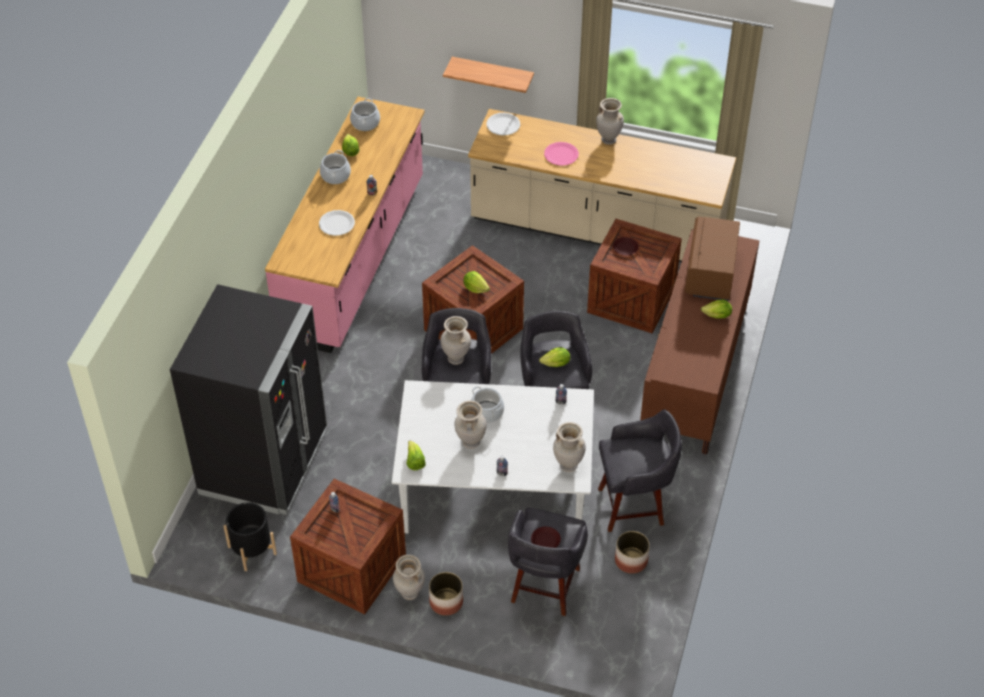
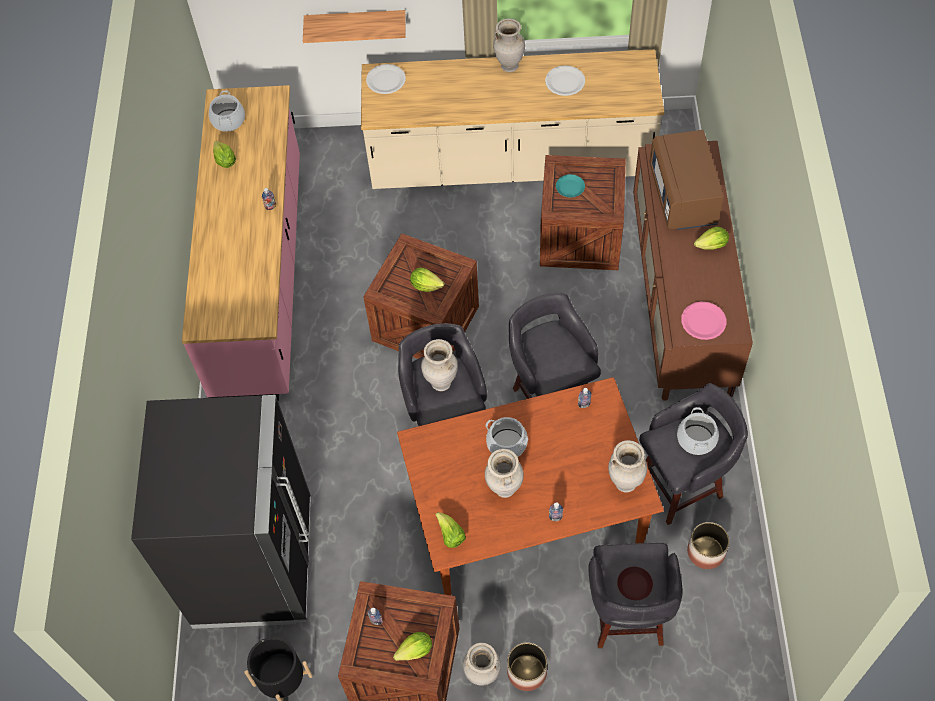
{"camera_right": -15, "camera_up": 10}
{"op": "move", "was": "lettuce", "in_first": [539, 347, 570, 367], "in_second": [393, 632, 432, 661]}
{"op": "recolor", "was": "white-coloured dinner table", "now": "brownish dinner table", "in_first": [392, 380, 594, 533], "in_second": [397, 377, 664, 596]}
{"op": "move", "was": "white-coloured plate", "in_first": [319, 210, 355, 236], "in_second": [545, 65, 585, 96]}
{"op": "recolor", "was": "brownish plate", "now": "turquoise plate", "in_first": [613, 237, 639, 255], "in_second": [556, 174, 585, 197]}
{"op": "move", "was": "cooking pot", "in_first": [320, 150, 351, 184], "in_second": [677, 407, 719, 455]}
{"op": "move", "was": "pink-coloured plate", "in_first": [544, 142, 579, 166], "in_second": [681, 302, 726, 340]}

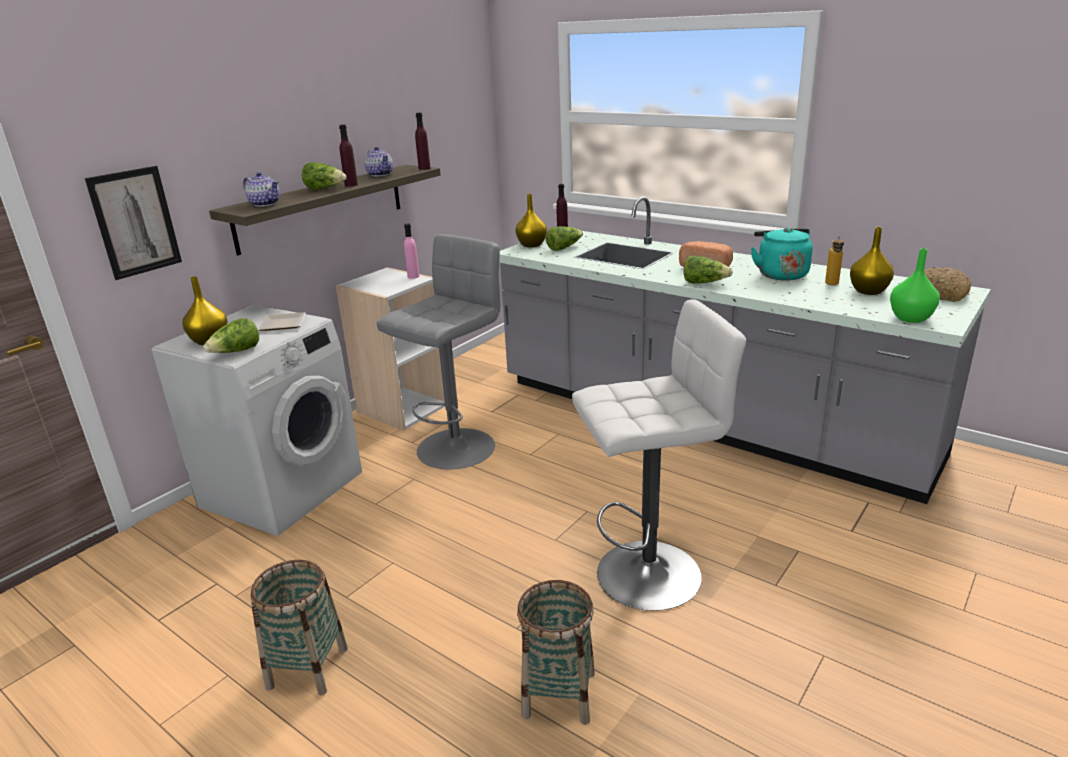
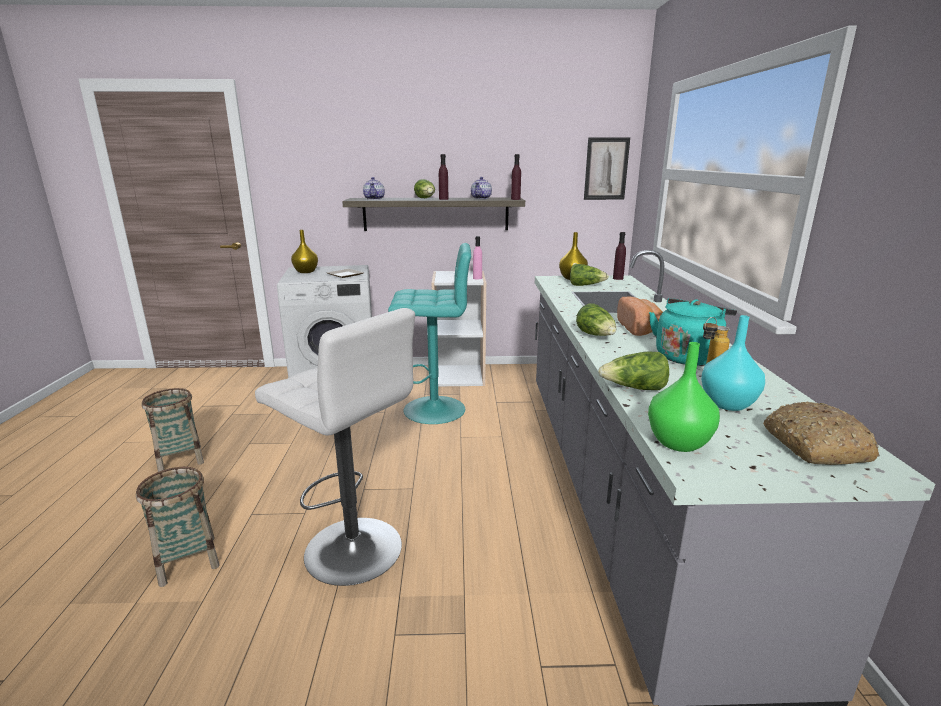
{"camera_right": 50, "camera_up": -5}
{"op": "recolor", "was": "grey stool", "now": "turquoise stool", "in_first": [377, 234, 501, 469], "in_second": [388, 243, 471, 424]}
{"op": "move", "was": "wall picture", "in_first": [85, 166, 182, 280], "in_second": [584, 138, 630, 200]}
{"op": "move", "was": "lettuce", "in_first": [203, 318, 259, 353], "in_second": [598, 351, 669, 390]}
{"op": "recolor", "was": "yellowish vase", "now": "turquoise vase", "in_first": [850, 227, 894, 295], "in_second": [701, 315, 765, 411]}

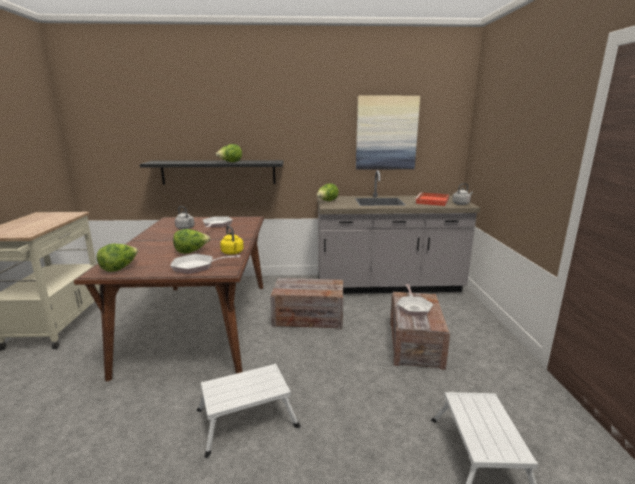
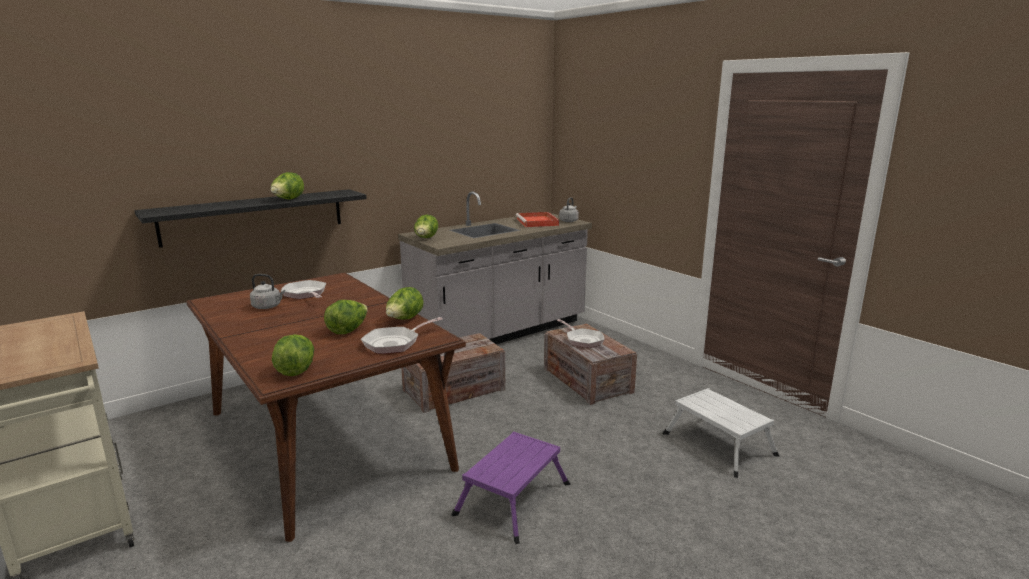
{"camera_right": -35, "camera_up": 0}
{"op": "replace", "was": "yellowish tea kettle", "now": "lettuce", "in_first": [220, 225, 244, 254], "in_second": [386, 287, 423, 319]}
{"op": "recolor", "was": "white-coloured step stool", "now": "purple-coloured step stool", "in_first": [196, 363, 300, 458], "in_second": [451, 431, 571, 544]}
{"op": "delete", "was": "wall picture", "in_first": [356, 96, 420, 169]}

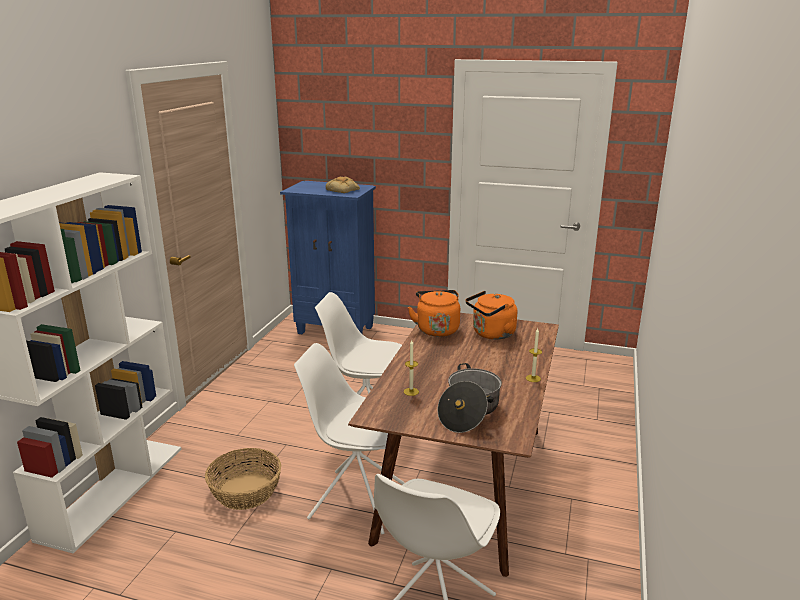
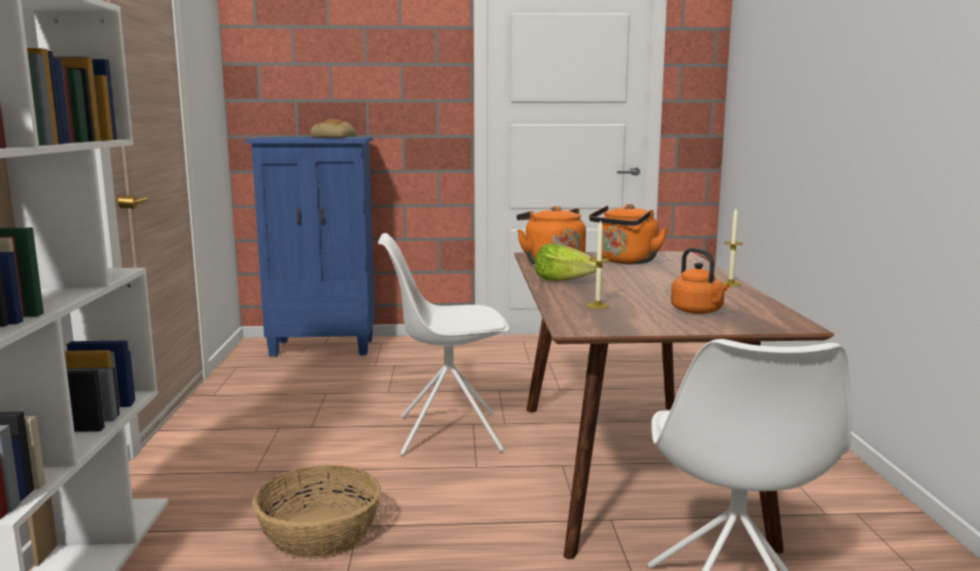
{"camera_right": -20, "camera_up": -10}
{"op": "insert", "now": "lettuce", "in_second": [535, 244, 596, 281]}
{"op": "replace", "was": "cooking pot", "now": "orangey tea kettle", "in_first": [438, 363, 502, 433], "in_second": [671, 248, 730, 314]}
{"op": "delete", "was": "white-coloured chair", "in_first": [294, 343, 405, 534]}

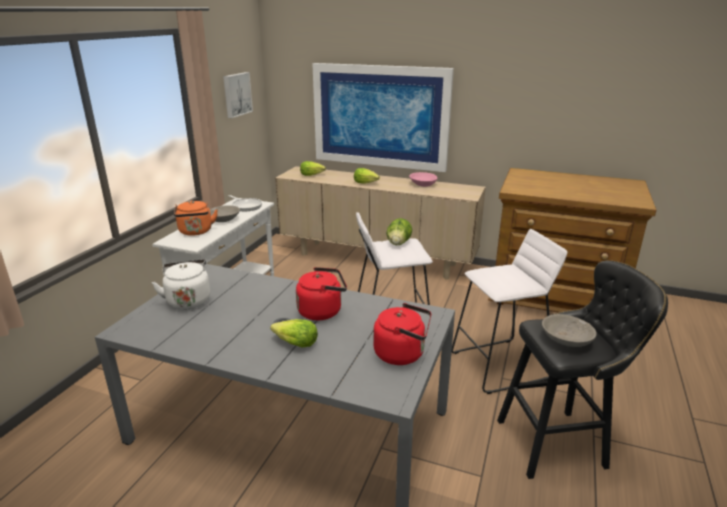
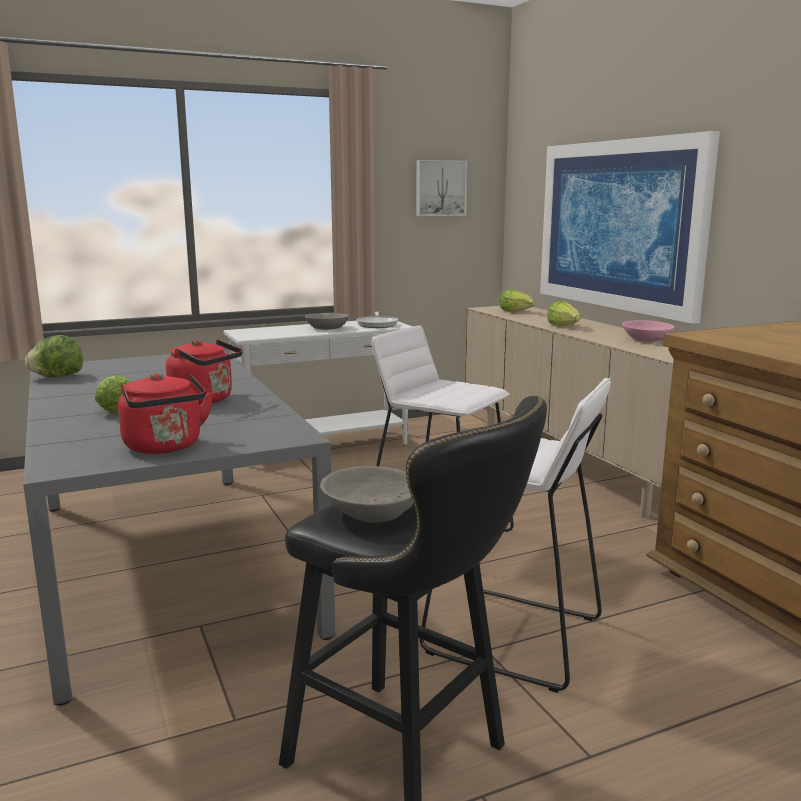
{"camera_right": 45, "camera_up": -10}
{"op": "move", "was": "lettuce", "in_first": [386, 218, 412, 245], "in_second": [25, 335, 83, 377]}
{"op": "delete", "was": "white-coloured tea kettle", "in_first": [152, 259, 210, 310]}
{"op": "delete", "was": "orangey tea kettle", "in_first": [174, 200, 218, 236]}

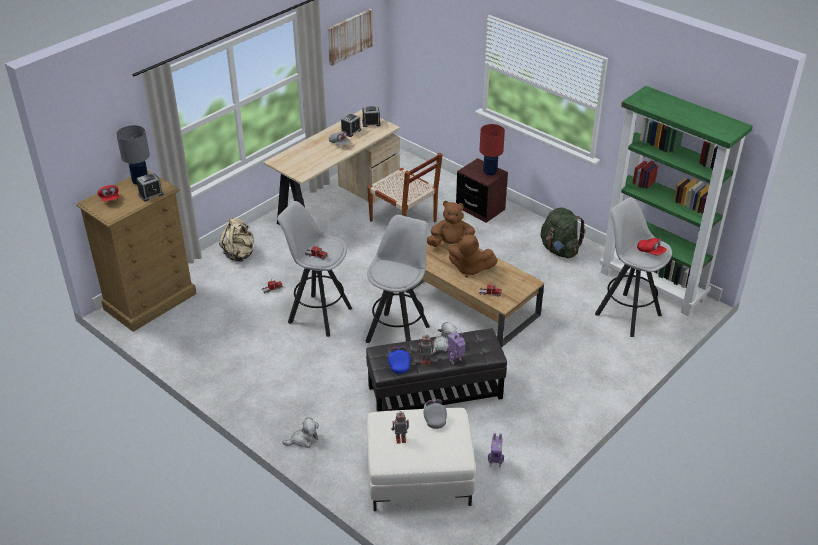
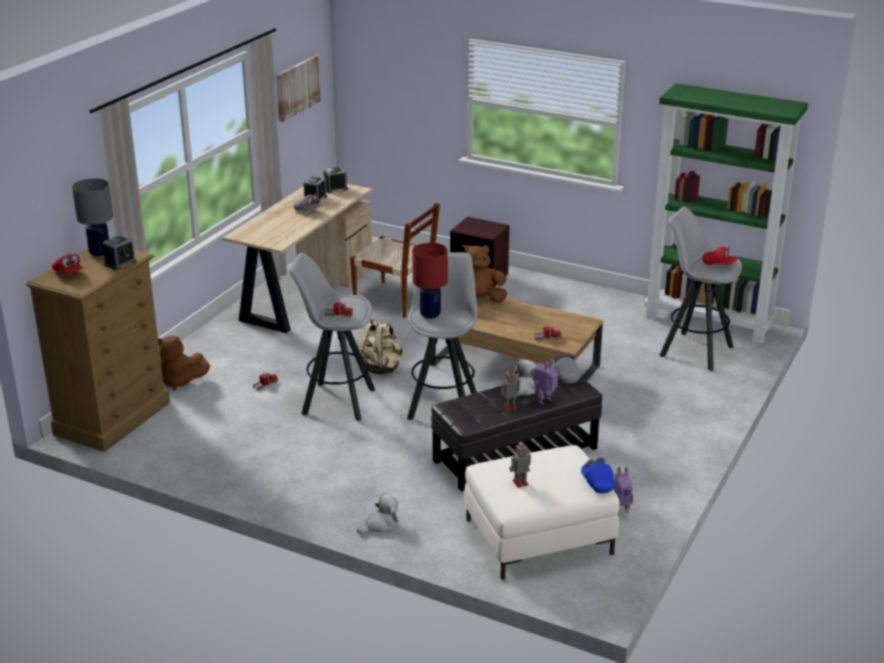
{"camera_right": -15, "camera_up": -10}
{"op": "move", "was": "brownish soft toy", "in_first": [448, 234, 498, 278], "in_second": [158, 336, 210, 391]}
{"op": "move", "was": "beige-coloured rucksack", "in_first": [219, 218, 254, 262], "in_second": [358, 318, 403, 374]}
{"op": "move", "was": "red-coloured table lamp", "in_first": [479, 124, 505, 175], "in_second": [412, 243, 448, 318]}
{"op": "move", "was": "grey peaked cap", "in_first": [424, 399, 447, 429], "in_second": [551, 353, 581, 384]}
{"op": "move", "was": "bluish peaked cap", "in_first": [388, 346, 410, 374], "in_second": [581, 457, 615, 493]}
{"op": "delete", "was": "green rucksack", "in_first": [540, 208, 585, 259]}

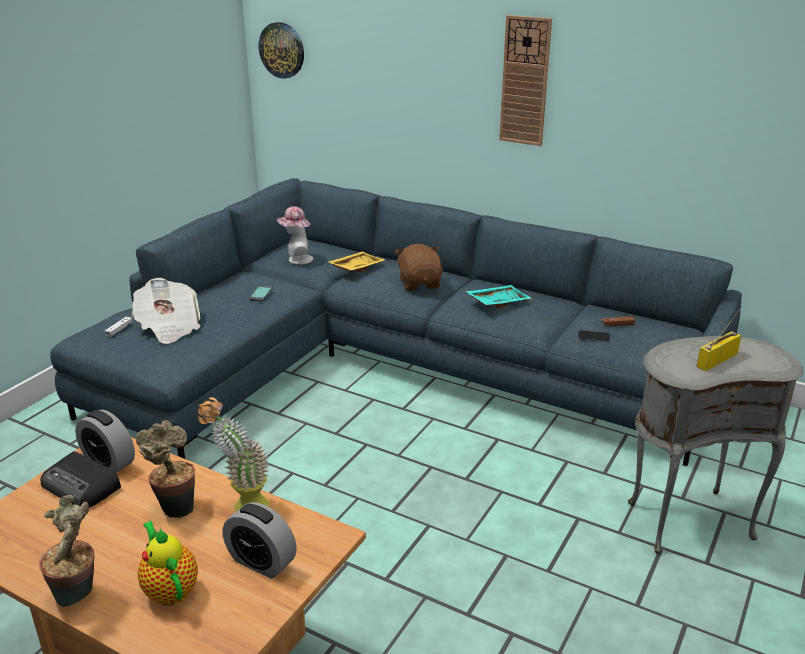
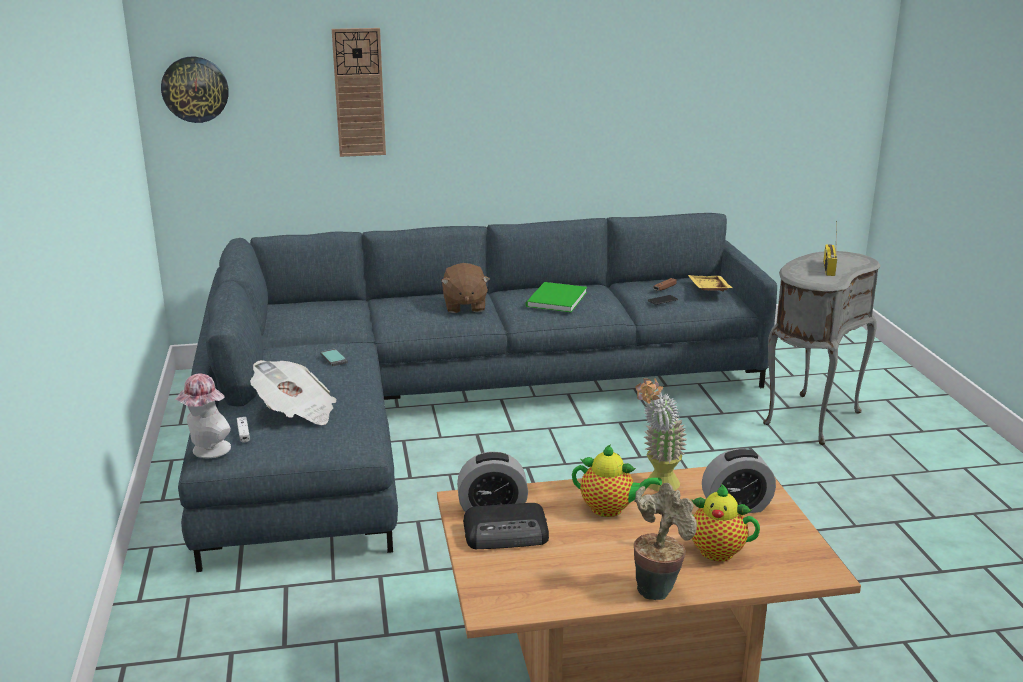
{"camera_right": -40, "camera_up": -5}
{"op": "move", "was": "wearable hat", "in_first": [277, 206, 313, 265], "in_second": [174, 374, 231, 458]}
{"op": "move", "was": "hanging clock", "in_first": [499, 15, 552, 146], "in_second": [332, 28, 386, 157]}
{"op": "rotate", "was": "brownish soft toy", "in_first": [395, 244, 443, 291], "in_second": [441, 263, 490, 313], "clockwise": -135}
{"op": "replace", "was": "turquoise serving tray", "now": "green volume", "in_first": [465, 285, 532, 308], "in_second": [526, 282, 587, 312]}
{"op": "replace", "was": "houseplant", "now": "pot for tea", "in_first": [136, 420, 195, 518], "in_second": [572, 444, 662, 517]}
{"op": "move", "was": "yellowish serving tray", "in_first": [328, 251, 385, 272], "in_second": [688, 275, 732, 291]}

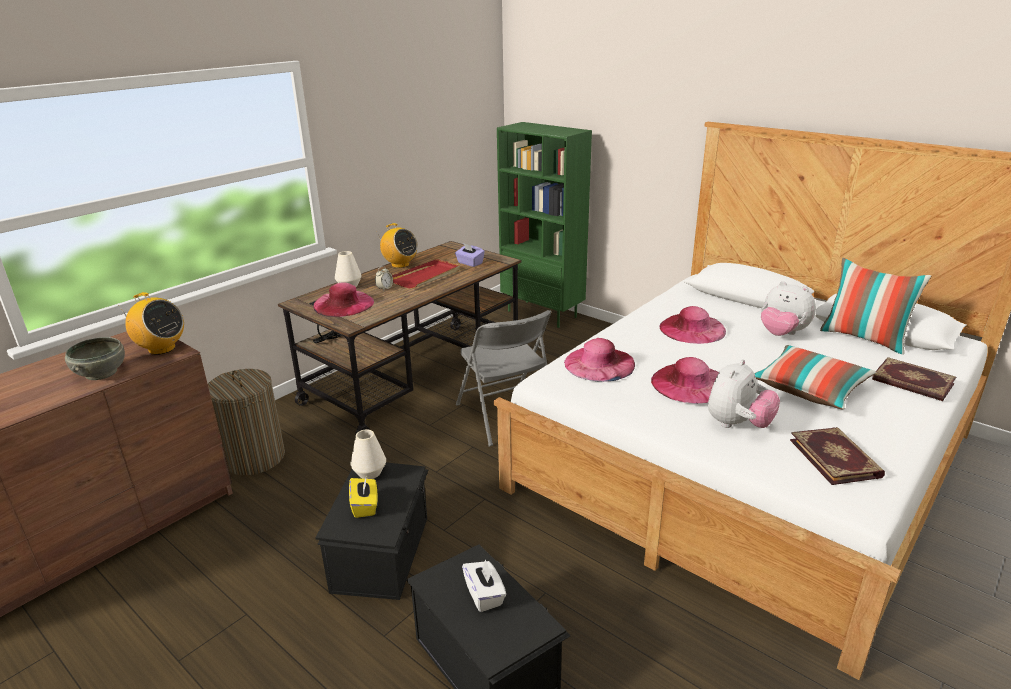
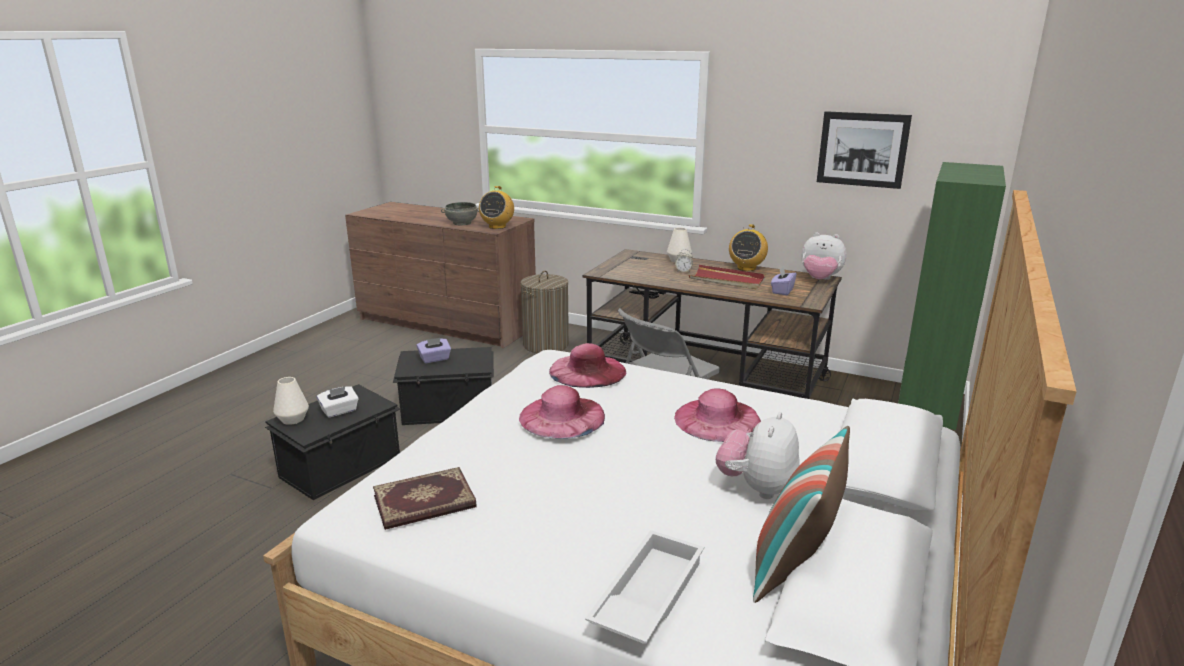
{"camera_right": 75, "camera_up": -5}
{"op": "move", "was": "white-coloured vase", "in_first": [351, 429, 386, 479], "in_second": [273, 377, 309, 425]}
{"op": "recolor", "was": "yellowish tissue box", "now": "purple-coloured tissue box", "in_first": [349, 475, 377, 518], "in_second": [416, 338, 451, 363]}
{"op": "replace", "was": "volume", "now": "white-coloured serving tray", "in_first": [872, 357, 956, 401], "in_second": [585, 530, 704, 644]}
{"op": "move", "was": "soft toy", "in_first": [708, 359, 780, 428], "in_second": [801, 232, 847, 280]}
{"op": "insert", "now": "wall picture", "in_second": [817, 111, 912, 189]}
{"op": "delete", "was": "pink-coloured wearable hat", "in_first": [313, 282, 374, 317]}
{"op": "delete", "was": "cushion", "in_first": [754, 345, 876, 409]}

